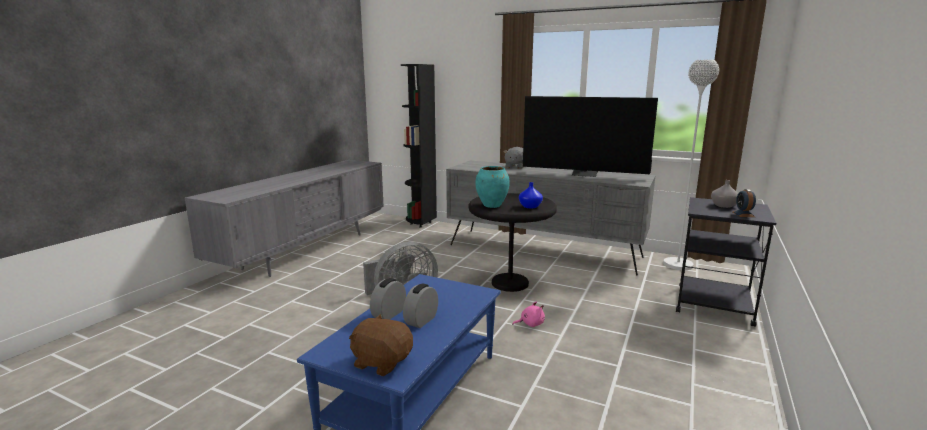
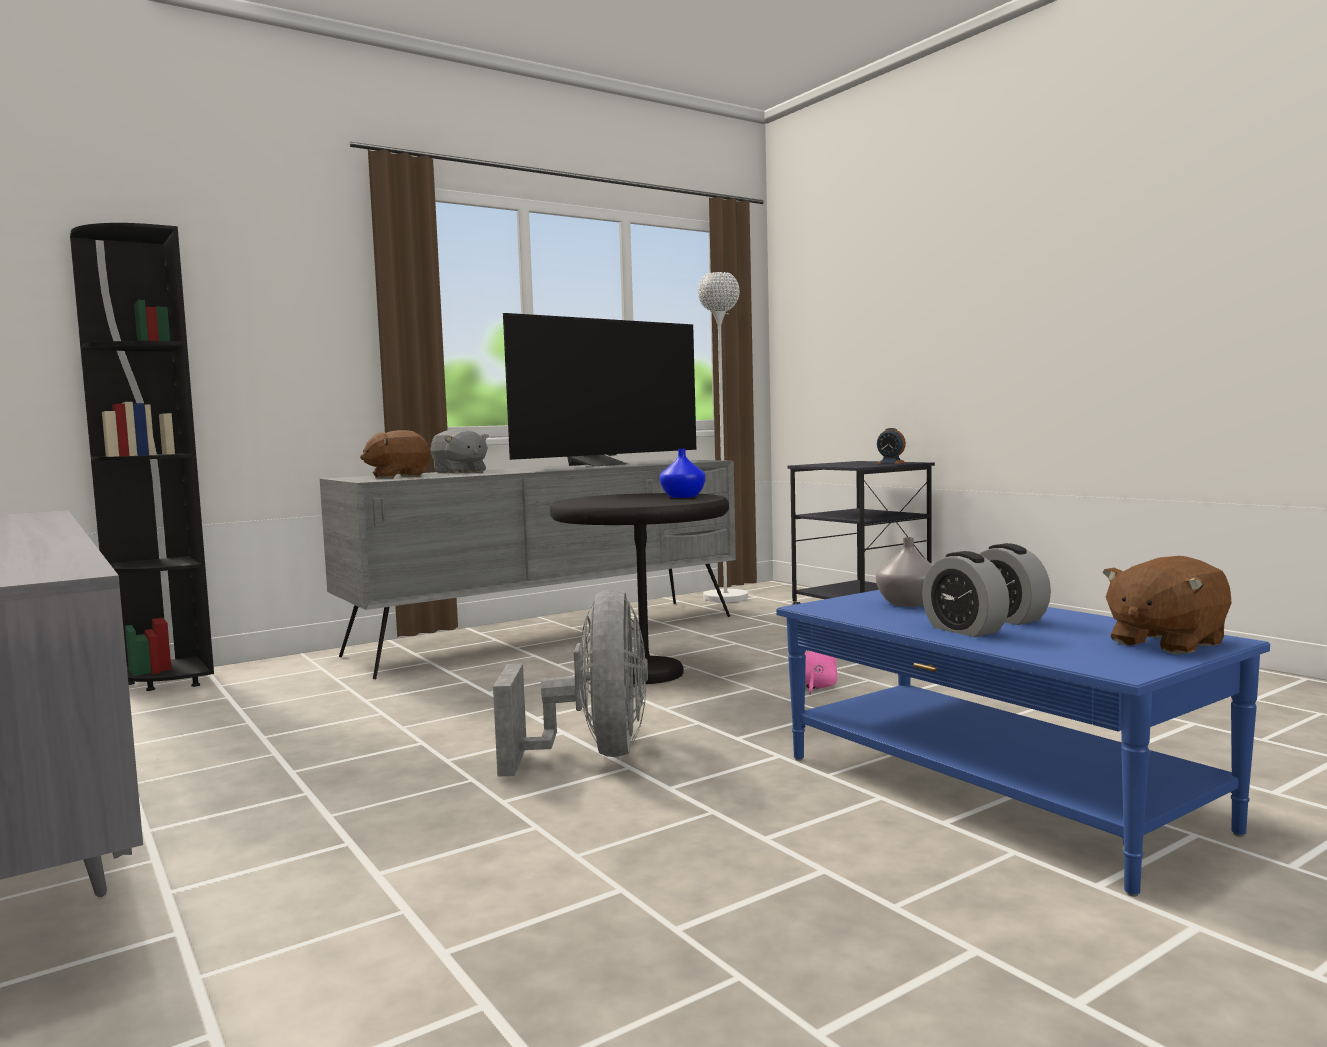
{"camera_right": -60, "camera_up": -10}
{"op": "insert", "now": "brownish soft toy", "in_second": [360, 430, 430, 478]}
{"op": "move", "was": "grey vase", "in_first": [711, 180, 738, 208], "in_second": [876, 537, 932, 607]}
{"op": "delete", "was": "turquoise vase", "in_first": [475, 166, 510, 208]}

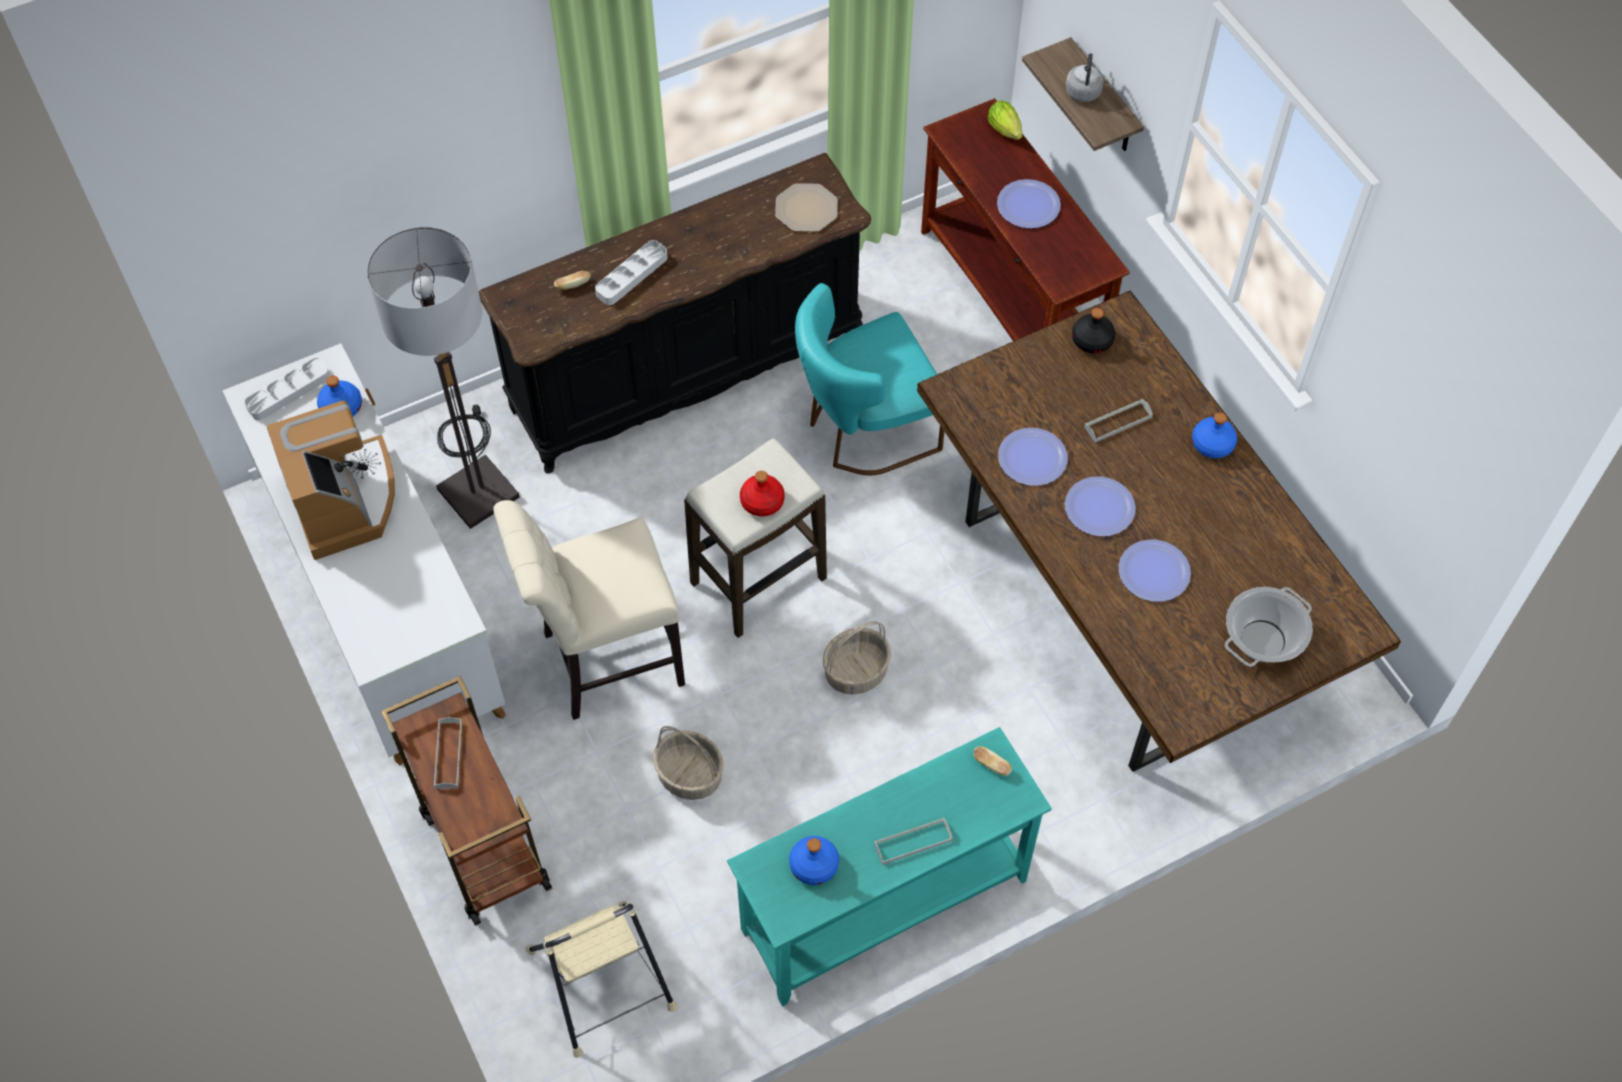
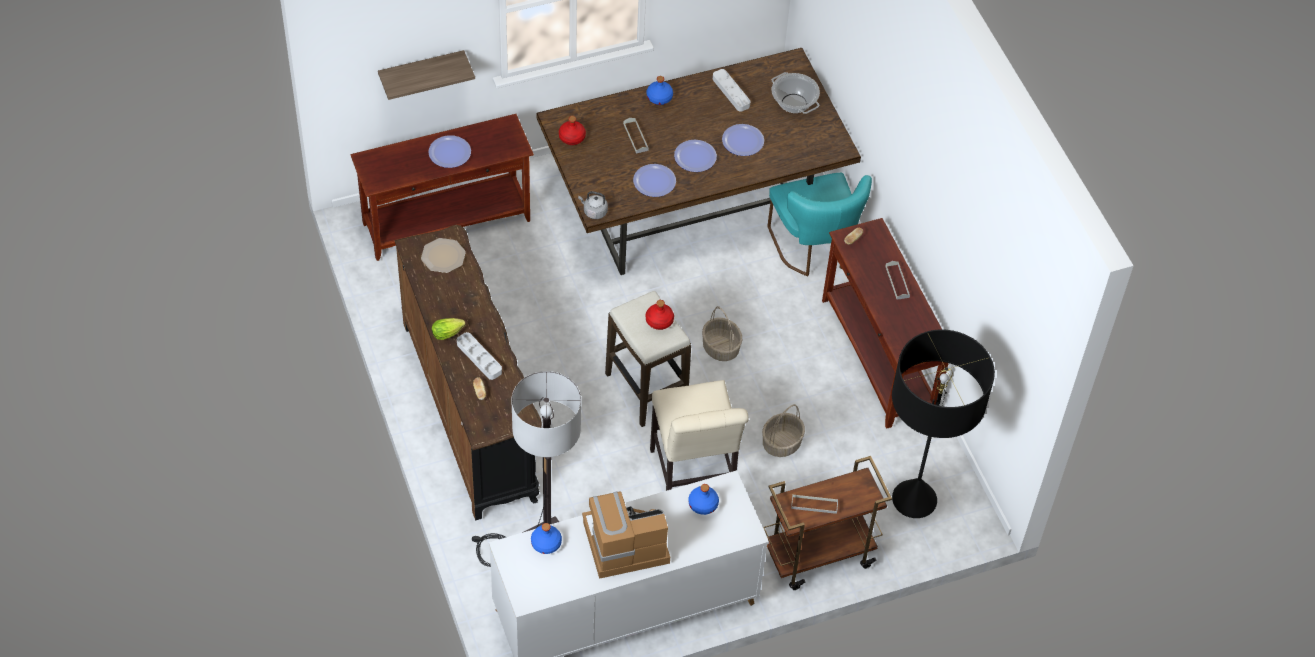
{"camera_right": -85, "camera_up": -5}
{"op": "move", "was": "lettuce", "in_first": [988, 101, 1023, 140], "in_second": [432, 318, 466, 340]}
{"op": "recolor", "was": "black bottle", "now": "red-coloured bottle", "in_first": [1072, 308, 1115, 354], "in_second": [559, 116, 586, 145]}
{"op": "move", "was": "grey tea kettle", "in_first": [1066, 53, 1104, 102], "in_second": [578, 191, 608, 219]}
{"op": "move", "was": "bluish bottle", "in_first": [789, 836, 839, 885], "in_second": [689, 484, 719, 515]}
{"op": "move", "was": "grey serving tray", "in_first": [244, 358, 330, 420], "in_second": [713, 69, 751, 112]}
{"op": "move", "was": "turquoise chair", "in_first": [795, 283, 944, 475], "in_second": [767, 173, 872, 276]}
{"op": "recolor", "was": "turquoise console table", "now": "brownish console table", "in_first": [727, 727, 1052, 1007], "in_second": [822, 218, 949, 429]}
{"op": "replace", "was": "beige-coloured step stool", "now": "black standing lamp", "in_first": [526, 901, 678, 1058], "in_second": [892, 329, 995, 518]}

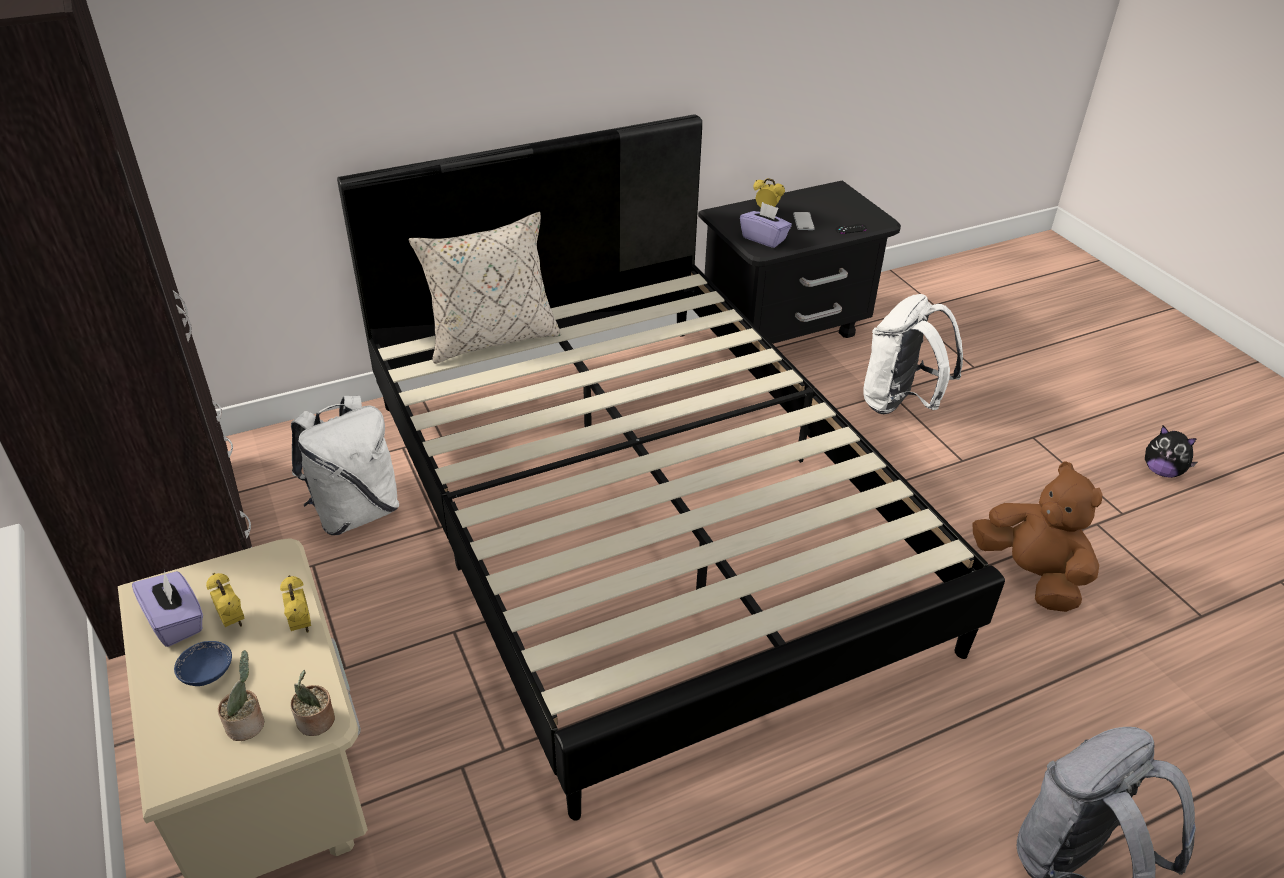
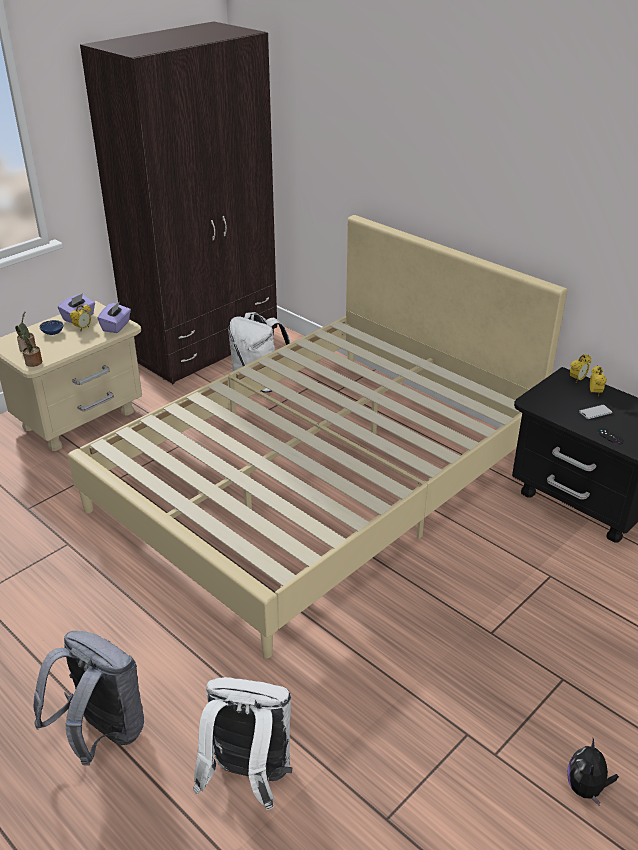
{"camera_right": 70, "camera_up": -5}
{"op": "recolor", "was": "black bed", "now": "beige-coloured bed", "in_first": [337, 114, 1005, 821], "in_second": [68, 215, 568, 659]}
{"op": "move", "was": "purple-coloured tissue box", "in_first": [740, 202, 792, 248], "in_second": [98, 301, 131, 333]}
{"op": "move", "was": "white-coloured rucksack", "in_first": [863, 294, 963, 414], "in_second": [193, 677, 293, 810]}
{"op": "move", "was": "alarm clock", "in_first": [280, 575, 311, 633], "in_second": [570, 354, 591, 383]}
{"op": "delete", "was": "beige-coloured cushion", "in_first": [409, 212, 561, 364]}
{"op": "delete", "was": "brownish soft toy", "in_first": [973, 461, 1102, 612]}

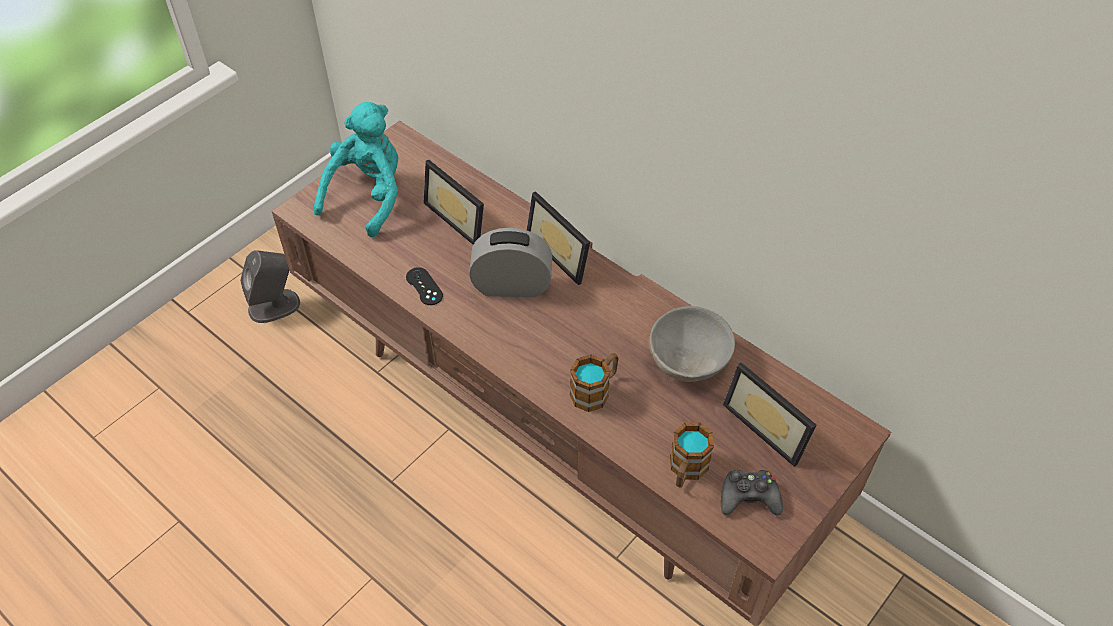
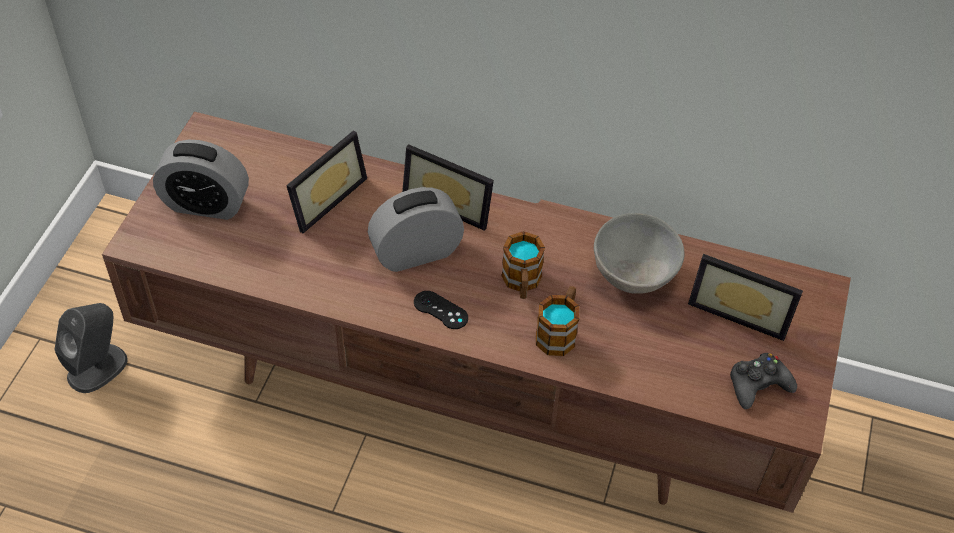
{"camera_right": -25, "camera_up": 0}
{"op": "replace", "was": "turquoise soft toy", "now": "alarm clock", "in_first": [314, 102, 398, 237], "in_second": [153, 140, 249, 220]}
{"op": "rotate", "was": "photo frame", "in_first": [424, 160, 484, 245], "in_second": [286, 131, 367, 233], "clockwise": -75}
{"op": "move", "was": "black gamepad", "in_first": [406, 267, 443, 305], "in_second": [414, 291, 468, 329]}
{"op": "move", "was": "mug", "in_first": [670, 423, 714, 488], "in_second": [501, 231, 545, 299]}

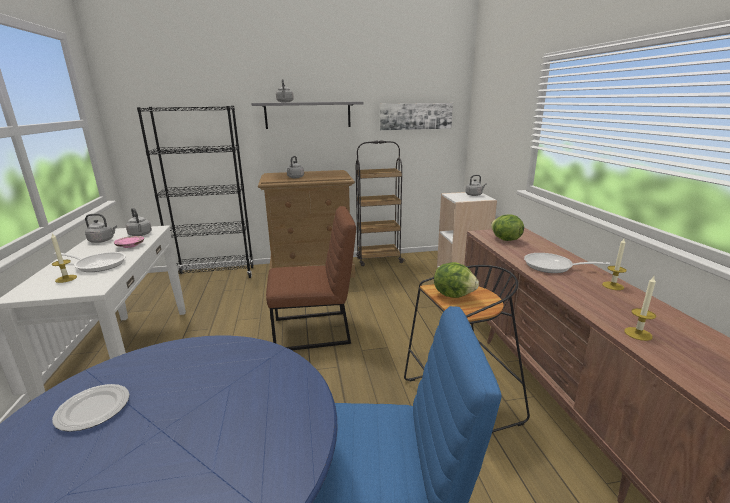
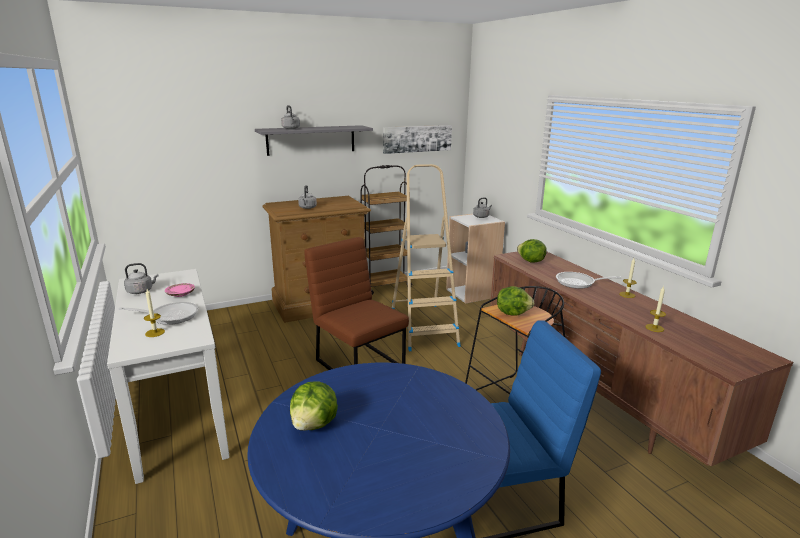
{"camera_right": -15, "camera_up": 0}
{"op": "replace", "was": "plate", "now": "lettuce", "in_first": [52, 384, 130, 432], "in_second": [290, 382, 338, 431]}
{"op": "rotate", "was": "brownish chair", "in_first": [266, 206, 356, 350], "in_second": [304, 237, 409, 370], "clockwise": -105}
{"op": "insert", "now": "beige-coloured step stool", "in_second": [392, 164, 461, 351]}
{"op": "delete", "was": "grey tea kettle", "in_first": [126, 208, 152, 236]}
{"op": "delete", "was": "black bookcase", "in_first": [137, 106, 254, 278]}

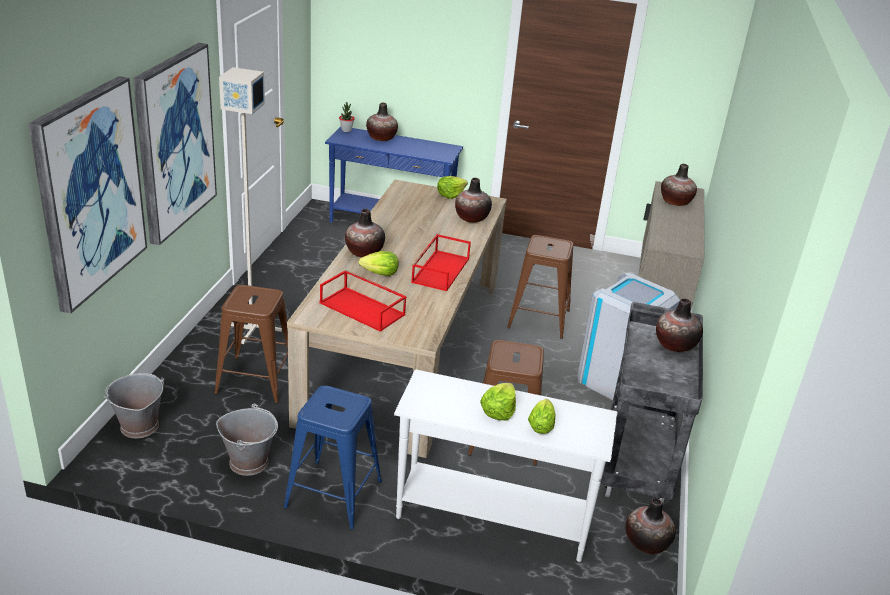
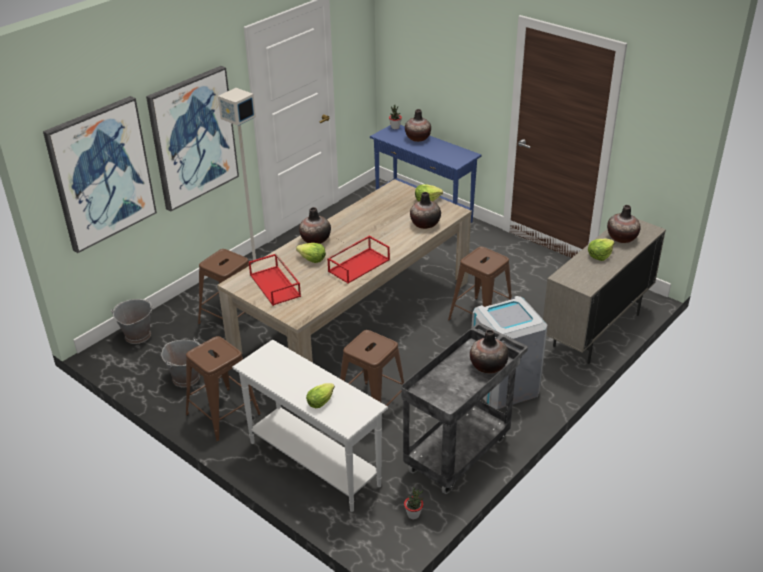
{"camera_right": 30, "camera_up": 5}
{"op": "recolor", "was": "bluish stool", "now": "brownish stool", "in_first": [284, 385, 382, 529], "in_second": [186, 336, 261, 442]}
{"op": "replace", "was": "vase", "now": "houseplant", "in_first": [625, 498, 676, 554], "in_second": [404, 487, 424, 519]}
{"op": "move", "was": "lettuce", "in_first": [480, 383, 516, 421], "in_second": [588, 238, 615, 261]}

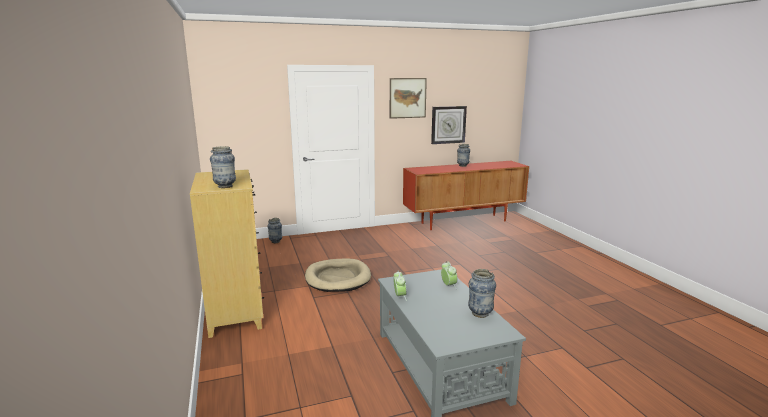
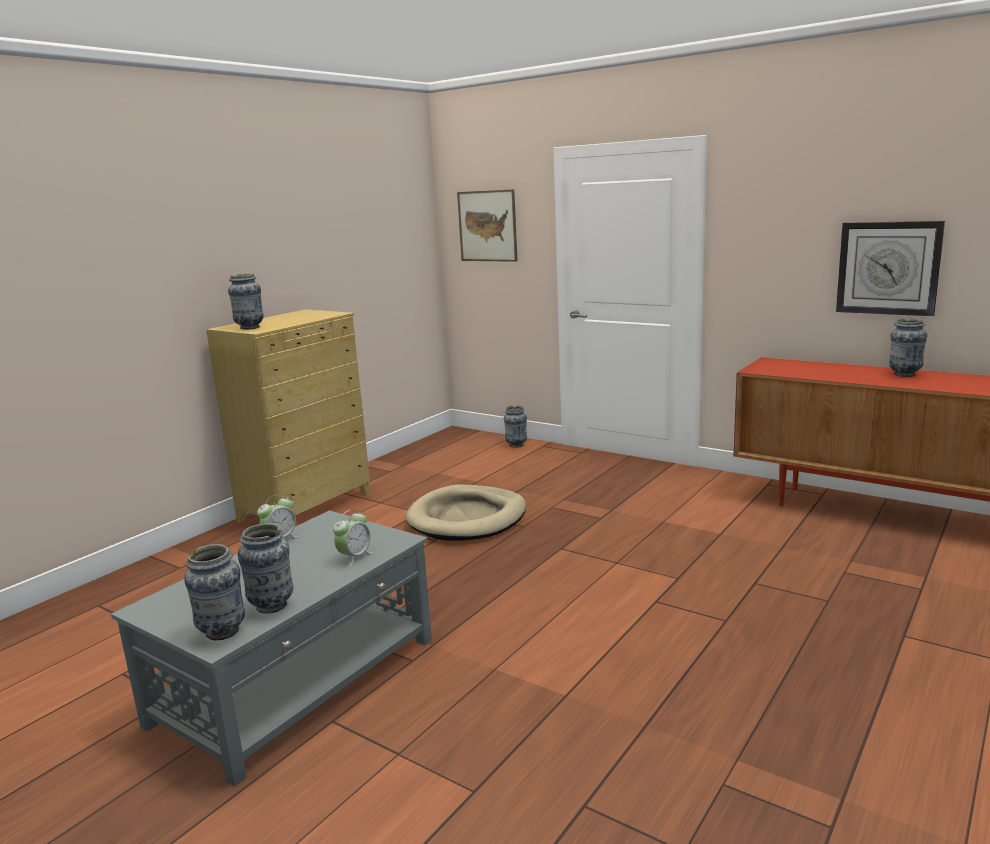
{"camera_right": 55, "camera_up": 0}
{"op": "insert", "now": "vase", "in_second": [184, 544, 245, 640]}
{"op": "move", "was": "wall picture", "in_first": [390, 78, 427, 119], "in_second": [457, 189, 518, 262]}

